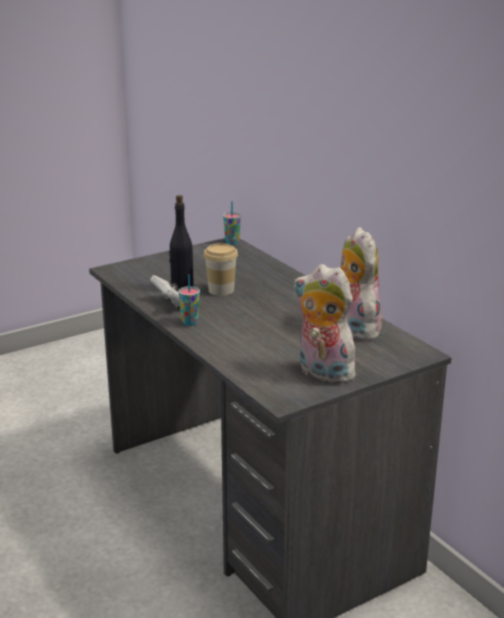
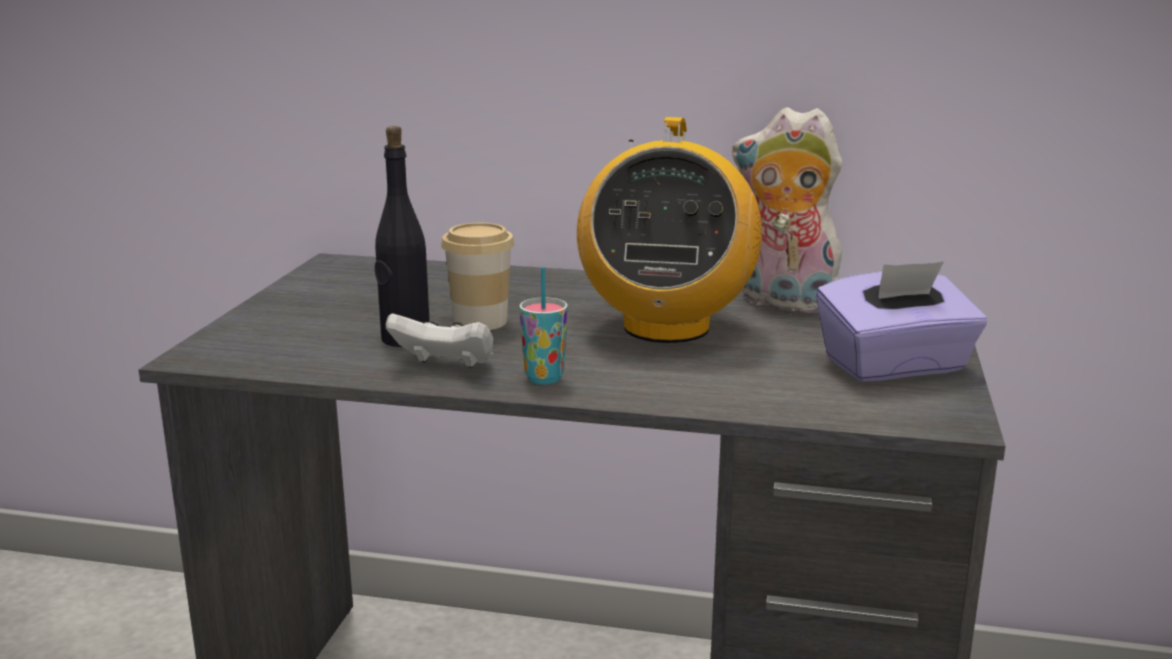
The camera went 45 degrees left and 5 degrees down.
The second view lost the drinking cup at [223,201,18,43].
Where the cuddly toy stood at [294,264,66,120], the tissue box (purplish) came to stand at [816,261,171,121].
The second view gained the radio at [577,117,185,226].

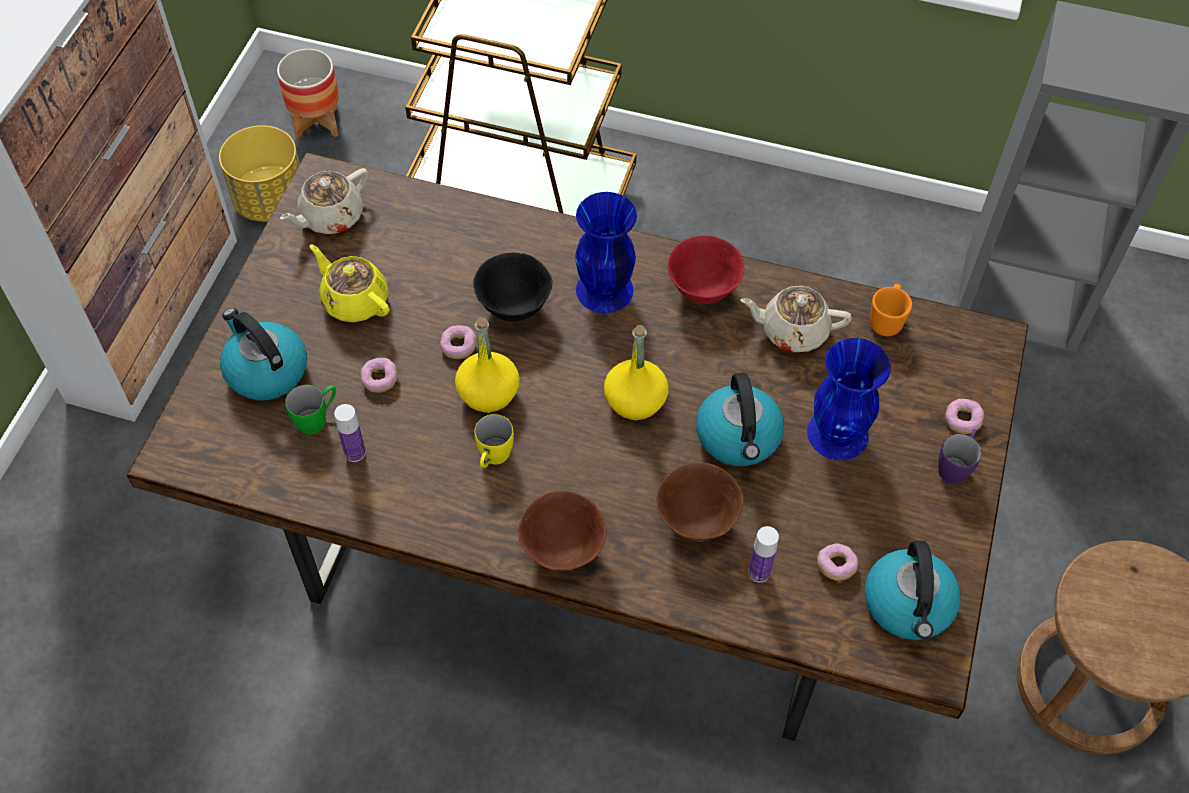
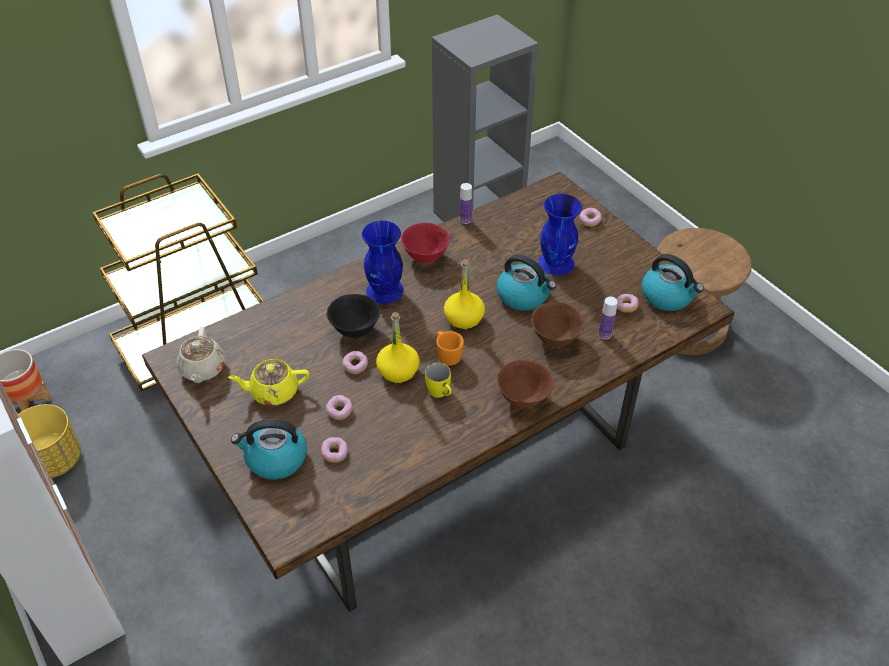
The camera went 50 degrees left and 10 degrees down.
The mug (orange) ended up elsewhere, having gone from [870,284,42,52] to [436,331,28,35].
The second view lost the tea pot (beige-coloured) at [741,286,111,66].
Where the mug (green) stood at [285,385,51,50], the donut came to stand at [321,437,27,26].
The beverage bottle ended up elsewhere, having gone from [334,404,32,58] to [460,183,12,41].
The second view lost the mug (purplish) at [938,429,43,55].

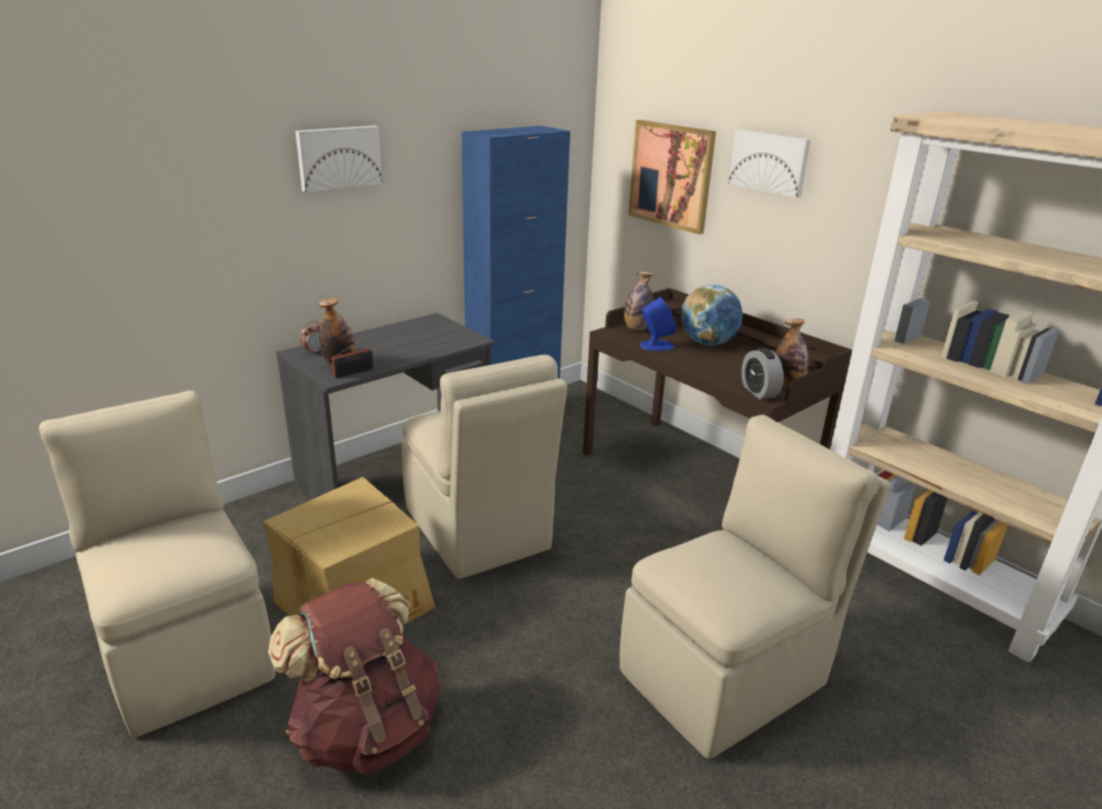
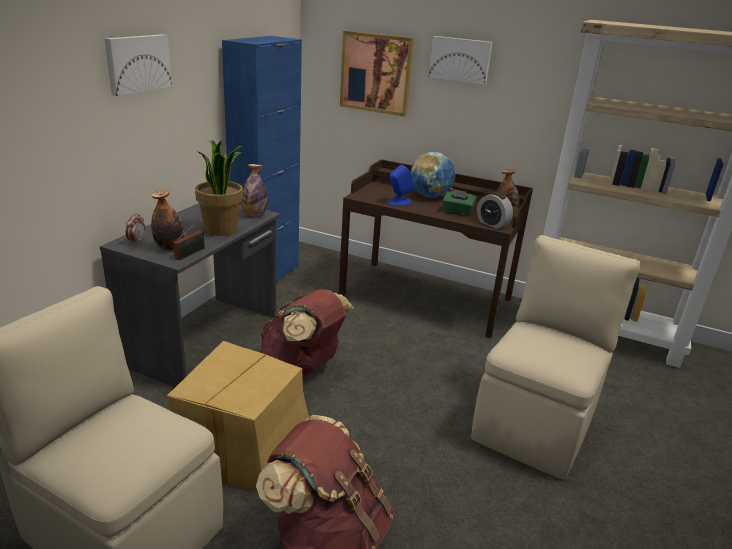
The camera went 25 degrees left and 0 degrees up.
The beverage bottle ended up elsewhere, having gone from [624,271,30,59] to [241,164,27,52].
Where the upright chair (beige-coloured) stood at [402,355,165,224], the knapsack (brownish) came to stand at [260,289,94,88].
The second view gained the potted plant at [195,140,49,96].
The second view gained the tissue box (green) at [443,189,33,27].

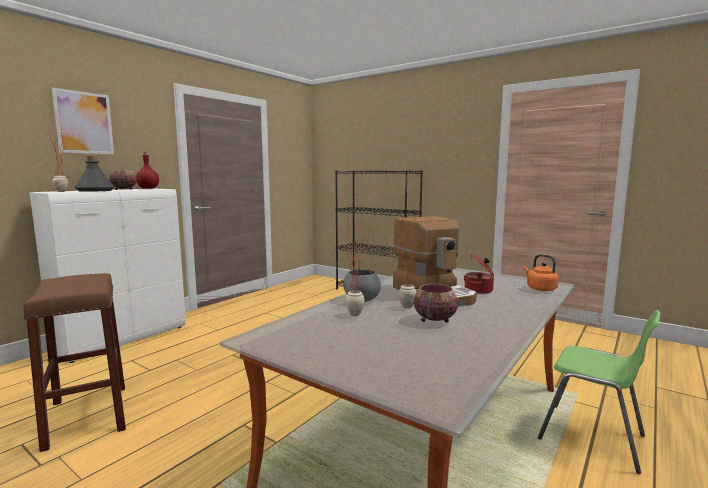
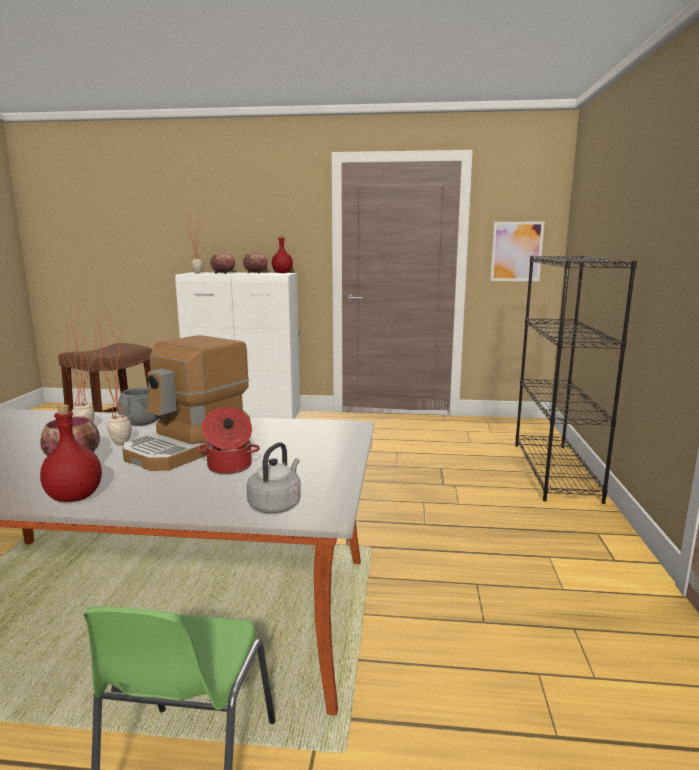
The camera went 60 degrees right and 5 degrees up.
The picture ended up elsewhere, having gone from [52,88,62,66] to [490,222,54,59].
Where the beverage bottle (gray) stood at [74,156,41,36], the bowl came to stand at [210,254,25,20].
What was the tea kettle (orange) at [523,254,36,37] turned into the tea kettle (gray) at [247,442,54,72].
The second view gained the beverage bottle (red-coloured) at [40,405,62,97].

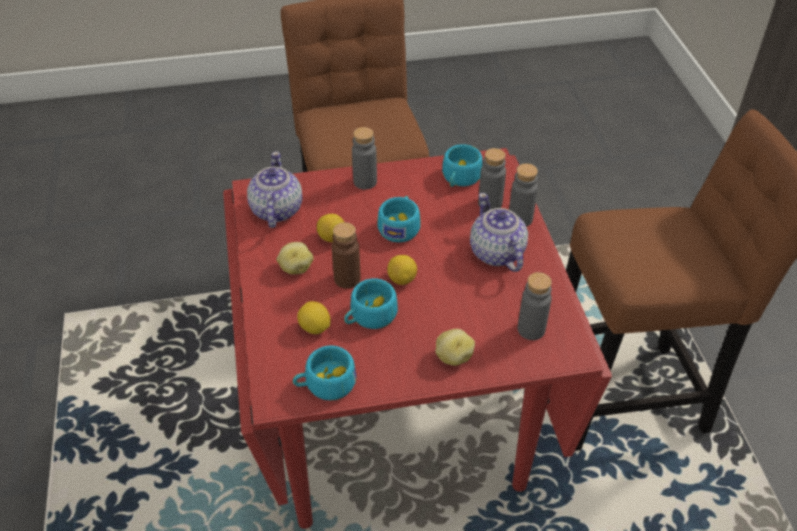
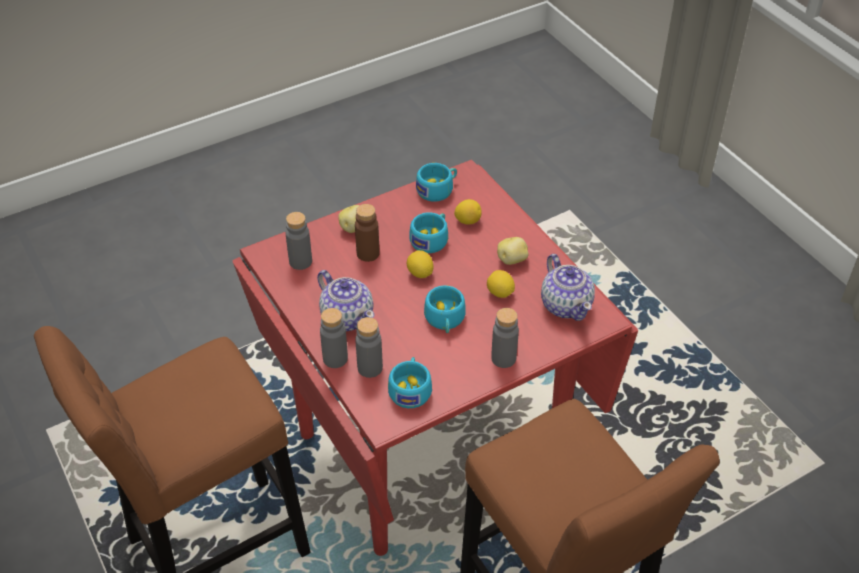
The camera went 160 degrees right and 0 degrees up.
The beverage bottle (brownish) ended up elsewhere, having gone from [332,222,29,67] to [355,204,24,58].

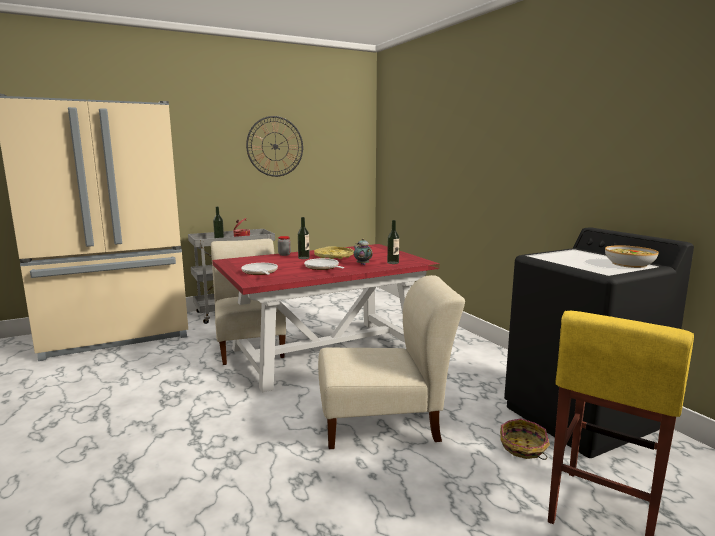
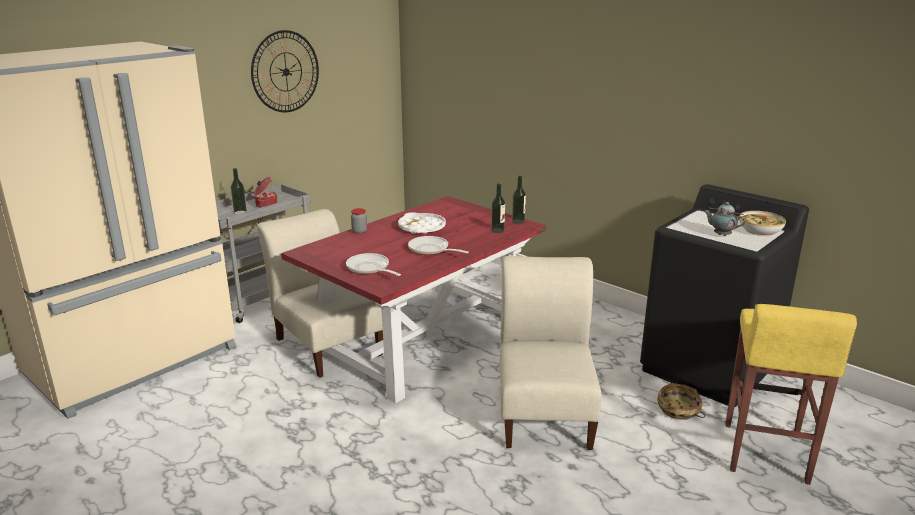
The camera went 20 degrees left and 10 degrees up.
The beverage bottle ended up elsewhere, having gone from [298,217,12,42] to [512,176,14,48].
The tea pot ended up elsewhere, having gone from [353,238,20,27] to [703,202,43,34].
What was the carrying tray (yellow-coloured) at [314,246,40,13] turned into the carrying tray (whitish) at [398,212,48,22].
The upright chair (beige-coloured) at [318,275,147,174] ended up facing another way, 60 degrees counterclockwise from before.

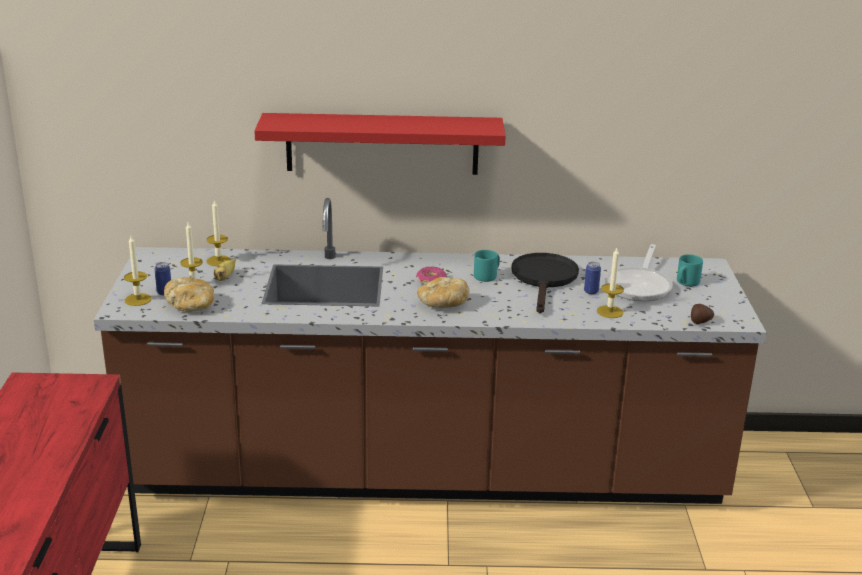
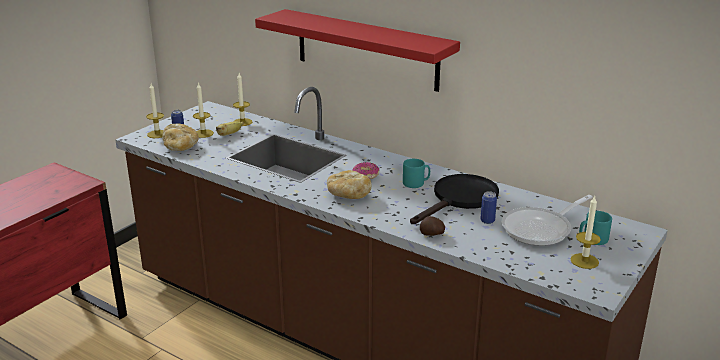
The camera went 35 degrees right and 0 degrees up.
The wax candle ended up elsewhere, having gone from [597,248,27,70] to [571,196,30,73].
The whole potato ended up elsewhere, having gone from [691,304,23,20] to [420,216,25,20].

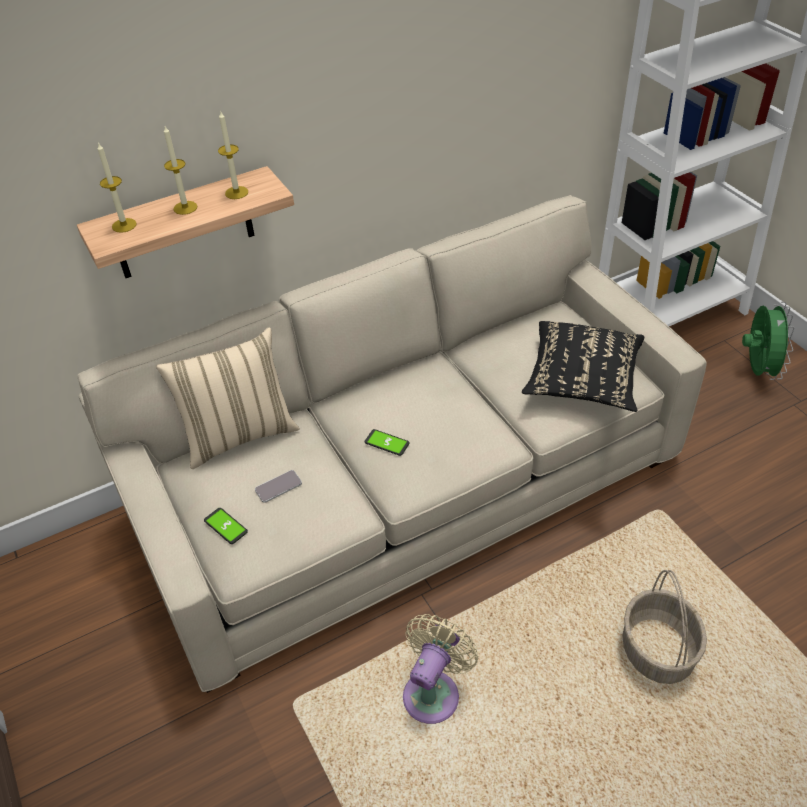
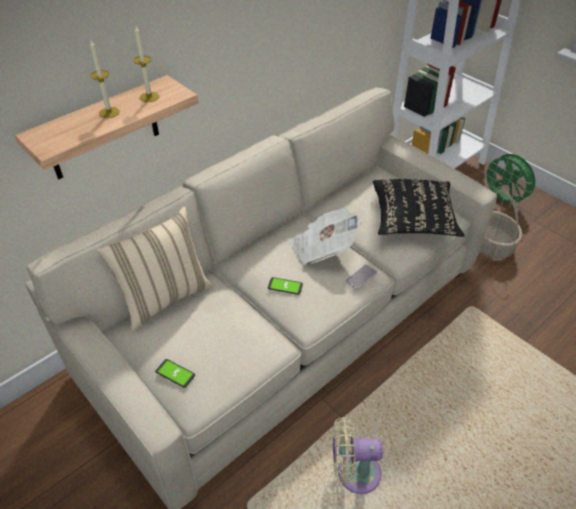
The camera went 15 degrees left and 0 degrees up.
The second view lost the wax candle at [97,142,40,91].
The electric fan (green) at [742,302,52,78] ended up facing another way, 150 degrees clockwise from before.
The telephone ended up elsewhere, having gone from [255,470,47,33] to [346,264,31,25].
The household basket ended up elsewhere, having gone from [623,570,84,114] to [479,190,43,69].
The electric fan (beige-coloured) at [403,614,75,110] ended up facing another way, 105 degrees counterclockwise from before.
The second view gained the printed paper at [289,208,72,57].

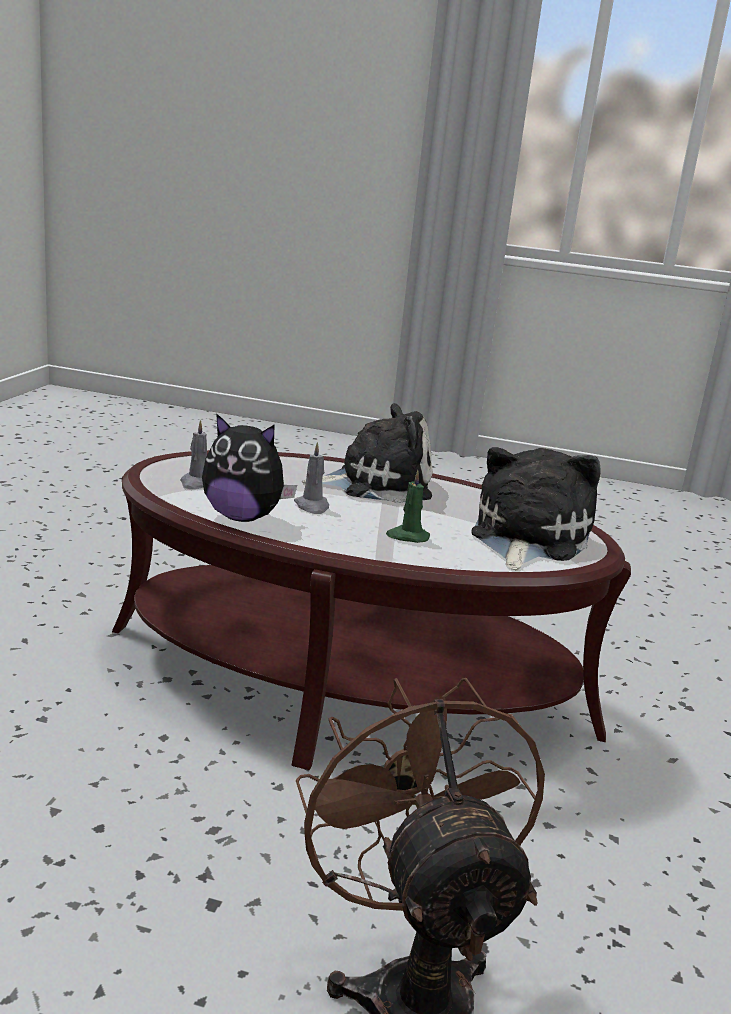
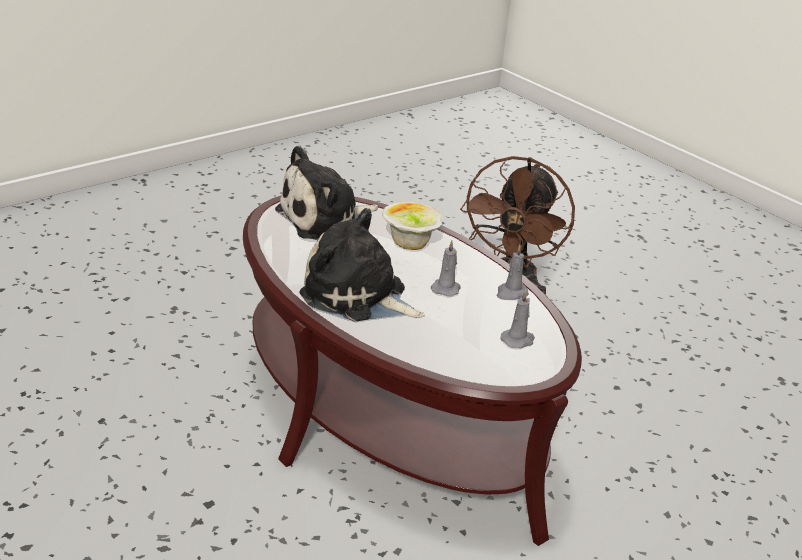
The camera went 145 degrees left and 10 degrees up.
Where the cuddly toy stood at [202,413,95,109], the wax candle (gray) came to stand at [497,245,32,55].
Where the wax candle (green) stood at [386,470,44,73], the bowl came to stand at [382,202,60,48].

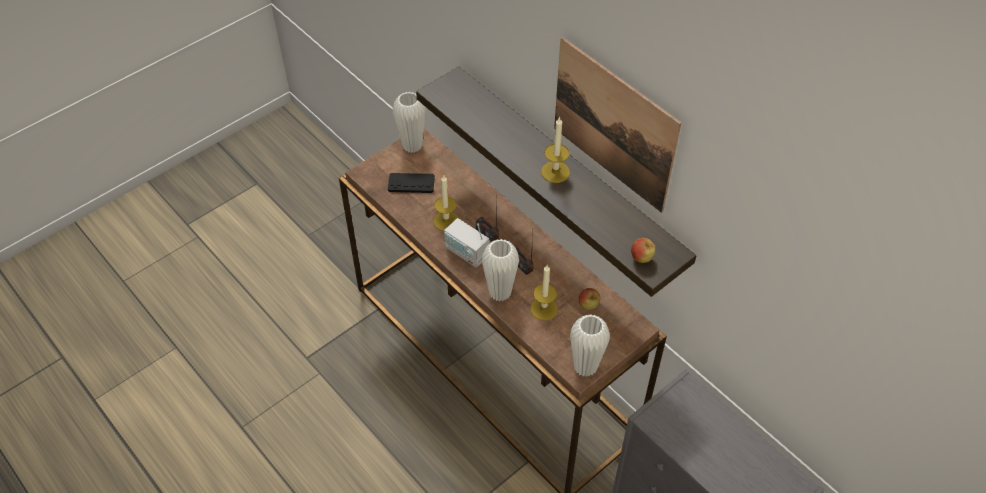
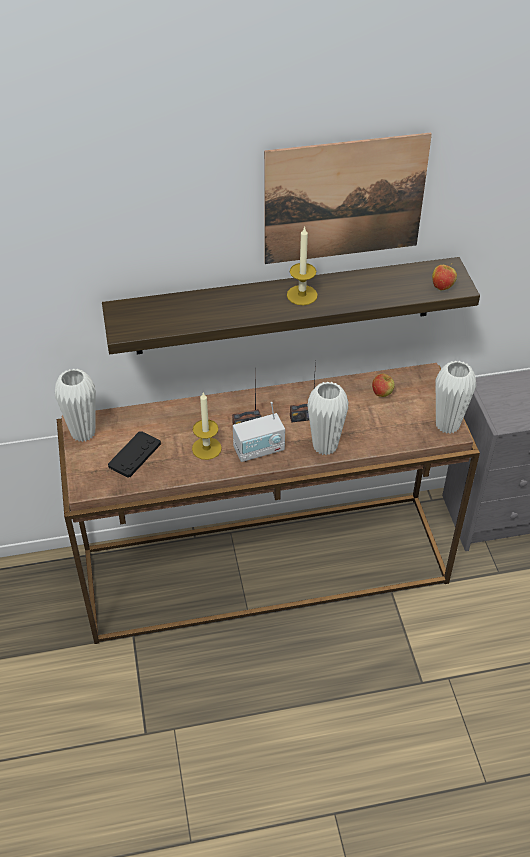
The camera went 60 degrees left and 5 degrees down.
The second view lost the wax candle at [530,265,28,55].

